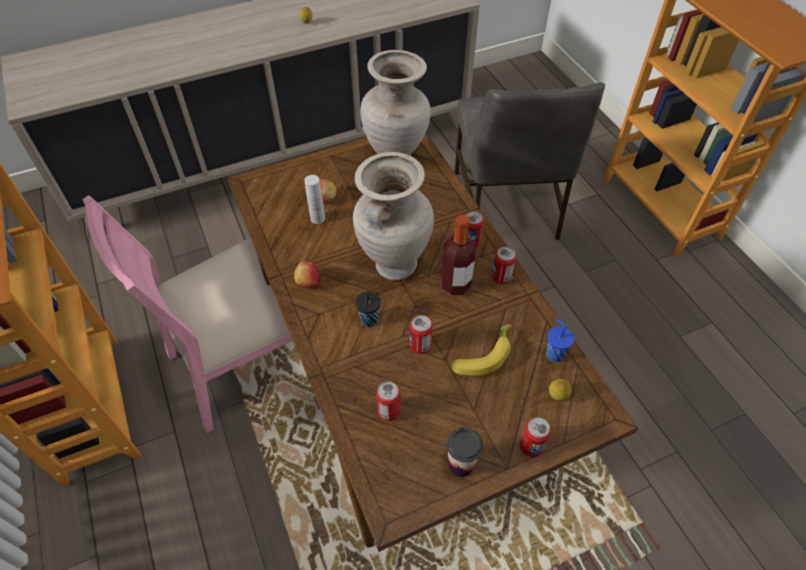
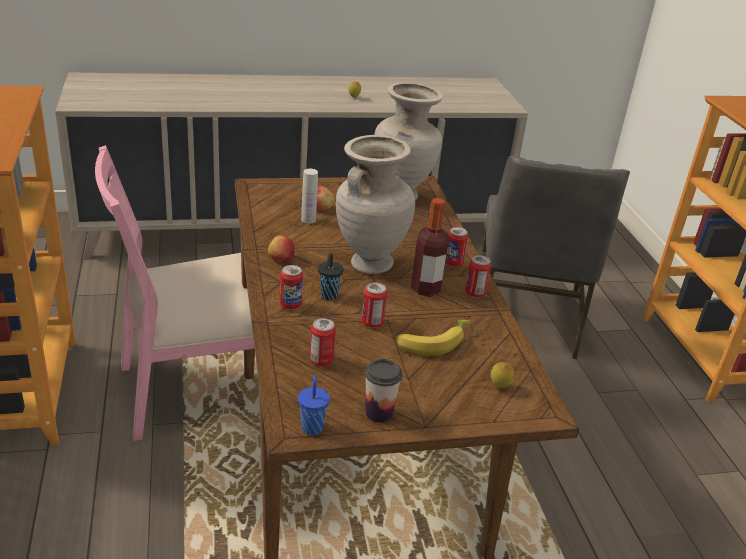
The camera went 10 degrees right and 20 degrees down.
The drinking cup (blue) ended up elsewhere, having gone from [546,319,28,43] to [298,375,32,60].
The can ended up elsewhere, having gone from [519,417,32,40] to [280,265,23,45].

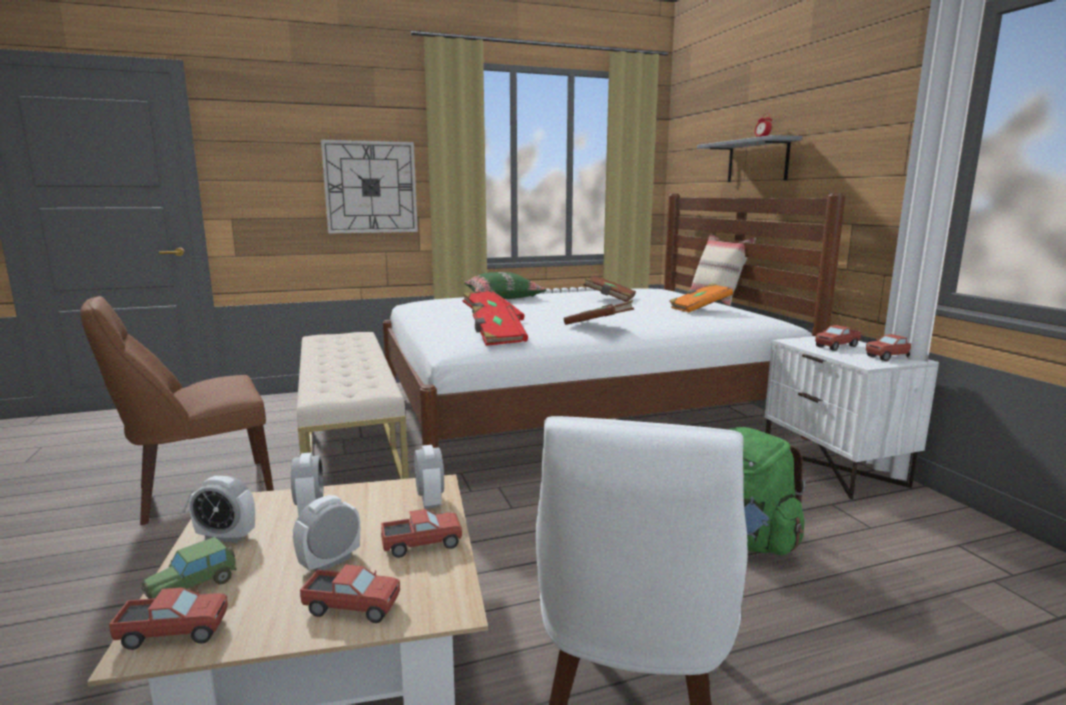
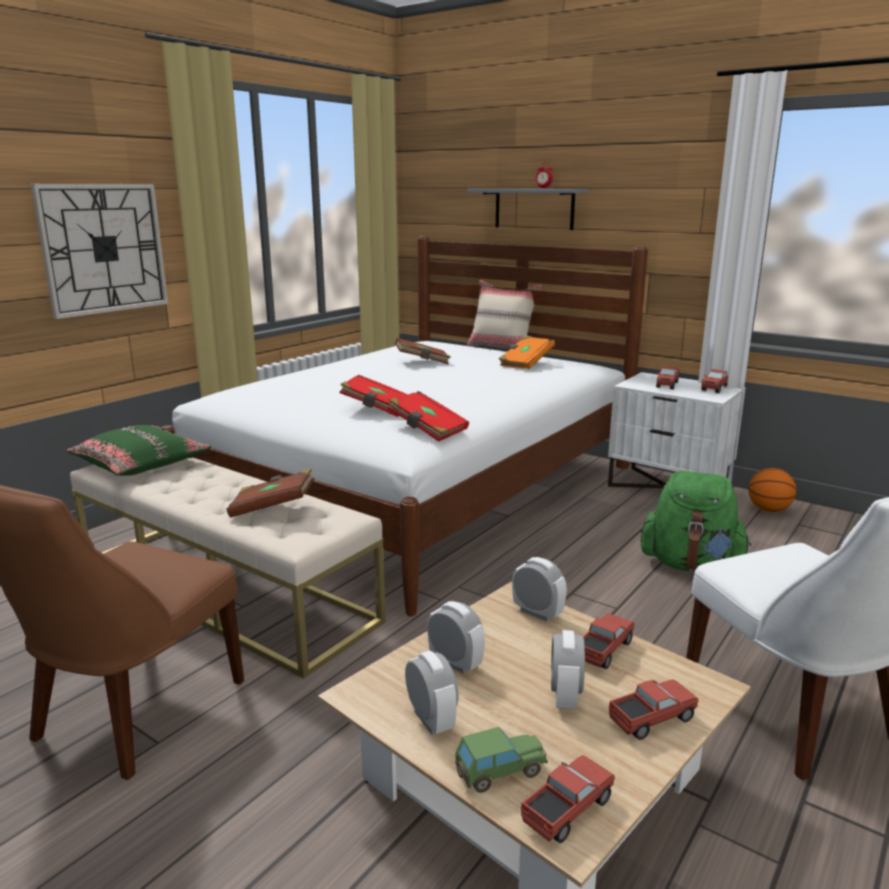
The camera went 35 degrees left and 5 degrees up.
The throw pillow (green) ended up elsewhere, having gone from [464,272,82,27] to [66,425,146,51].
The book (brownish) ended up elsewhere, having gone from [564,300,70,25] to [227,469,88,48].
The bedside clock at [189,476,66,67] ended up facing another way, 90 degrees counterclockwise from before.
The model car at [141,537,96,62] ended up facing another way, 120 degrees counterclockwise from before.
The second view gained the ball for basketball at [748,468,48,44].

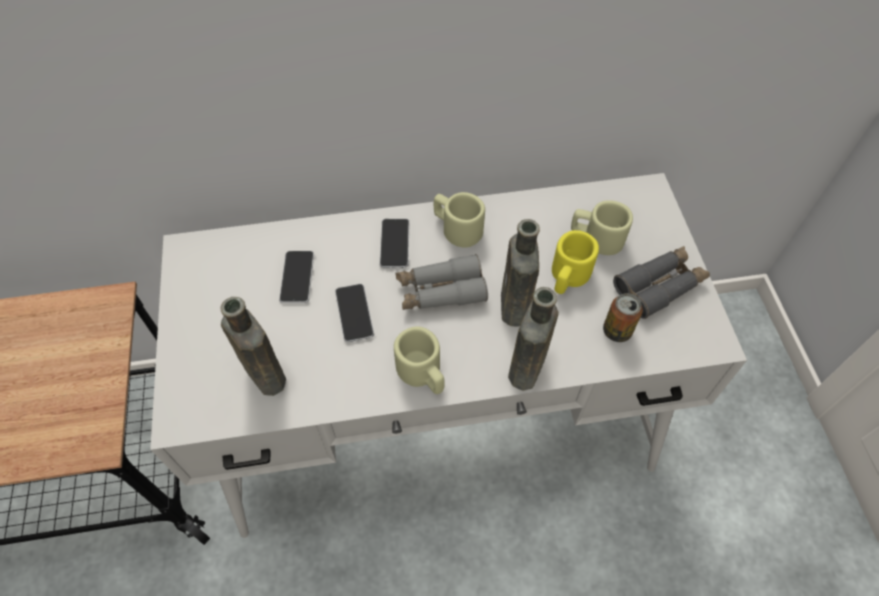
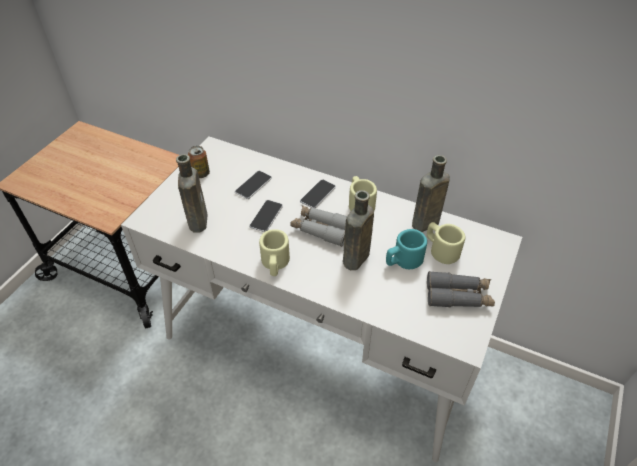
The camera went 35 degrees right and 10 degrees down.
What was the mug (yellow-coloured) at [552,230,47,64] turned into the mug (turquoise-coloured) at [386,229,41,40].
The beverage bottle (brownish) ended up elsewhere, having gone from [508,287,51,104] to [412,155,38,77].
The can ended up elsewhere, having gone from [603,293,40,49] to [188,146,22,32].

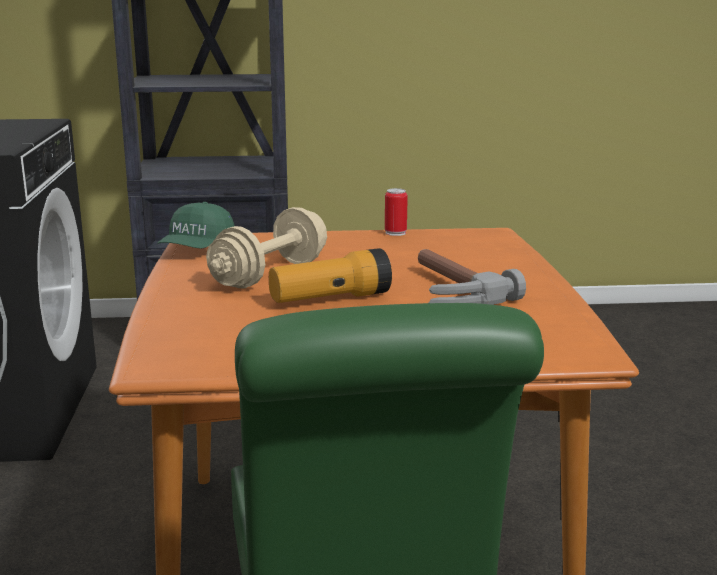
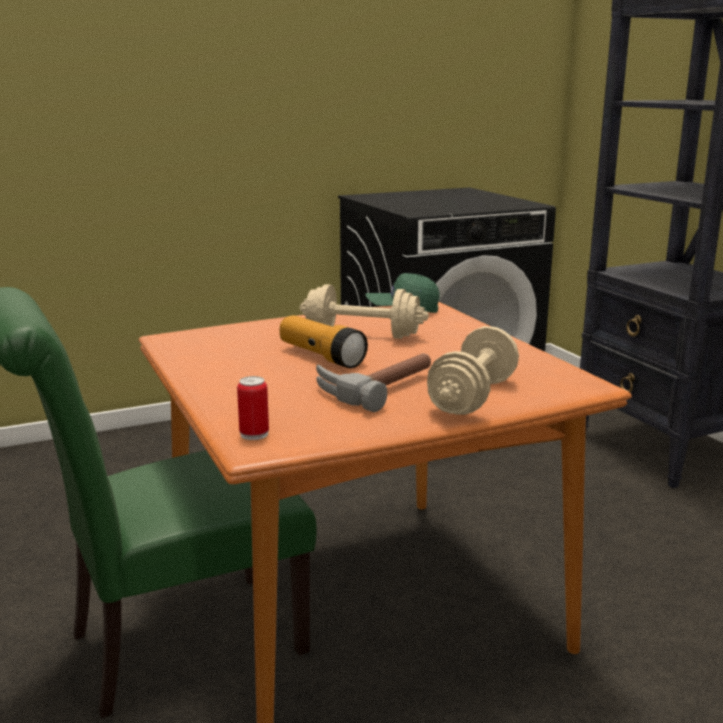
The camera went 70 degrees right and 0 degrees up.
The can ended up elsewhere, having gone from [385,188,23,48] to [237,376,32,64].
The second view gained the free weight (beige-coloured) at [427,326,92,89].

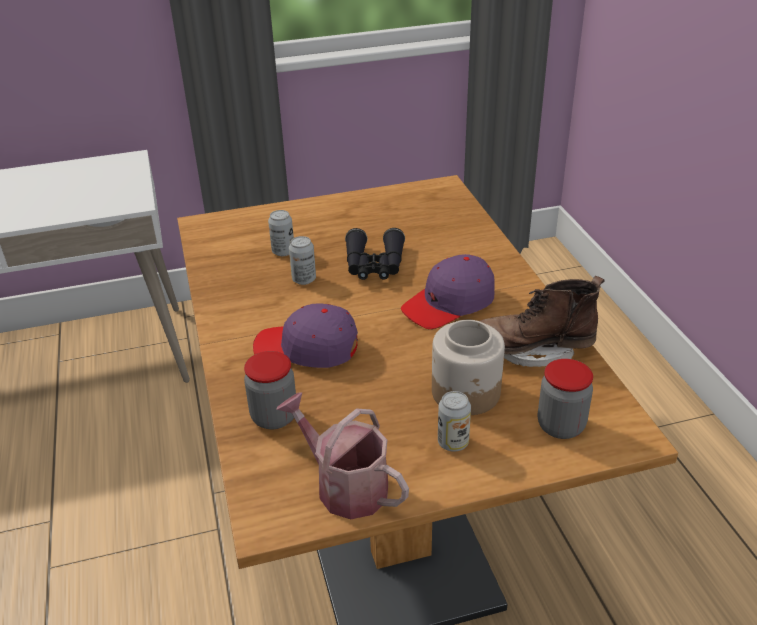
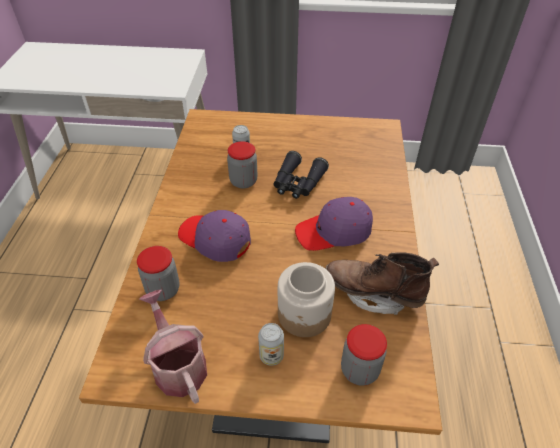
The camera went 20 degrees right and 10 degrees up.
Where the can stood at [289,236,27,49], the storage jar came to stand at [227,141,31,48].

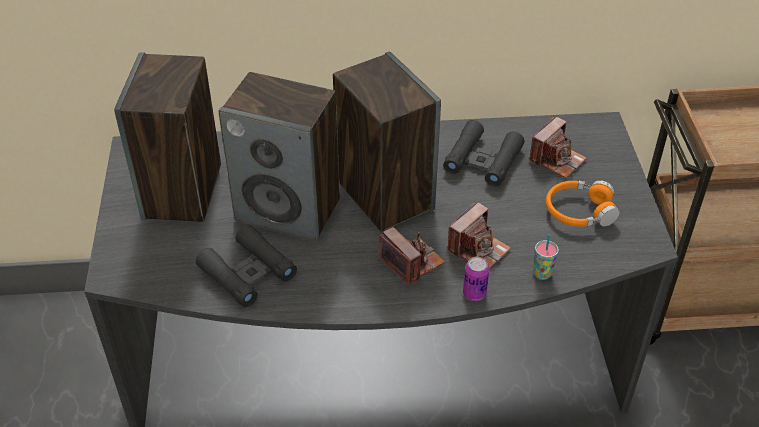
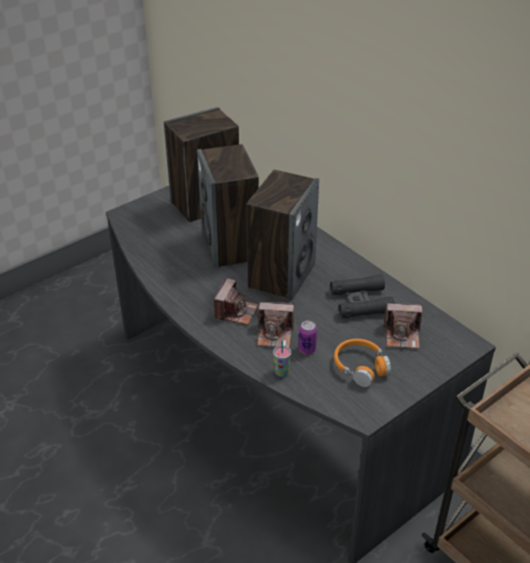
The camera went 55 degrees right and 5 degrees down.
The second view lost the pair of binoculars (blackish) at [196,224,101,83].
The can ended up elsewhere, having gone from [463,257,26,44] to [298,320,19,35].

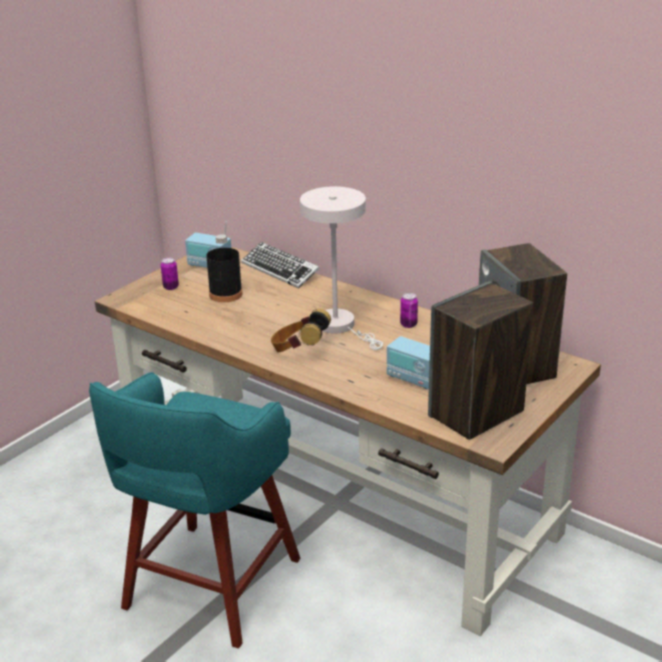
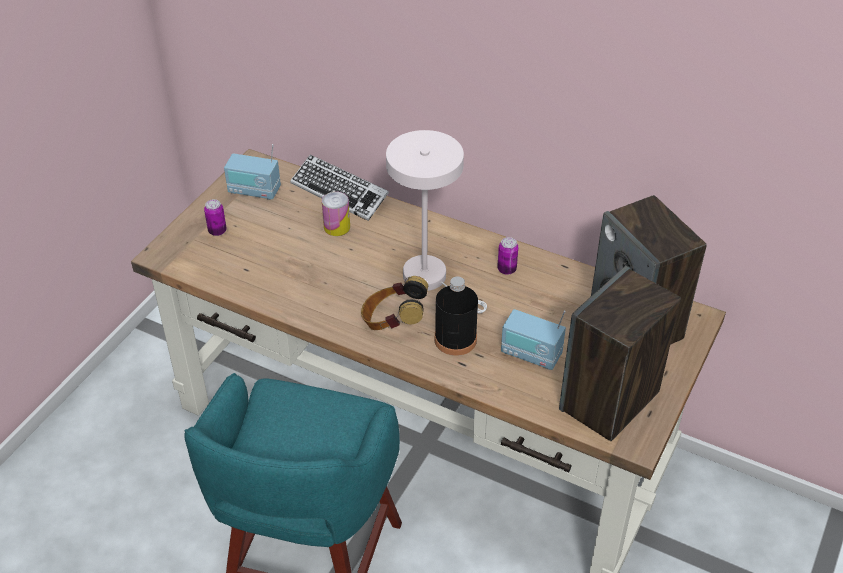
The camera went 10 degrees left and 15 degrees up.
The beverage bottle (blackish) ended up elsewhere, having gone from [206,234,37,68] to [434,277,44,79].
The second view gained the can at [322,192,28,44].

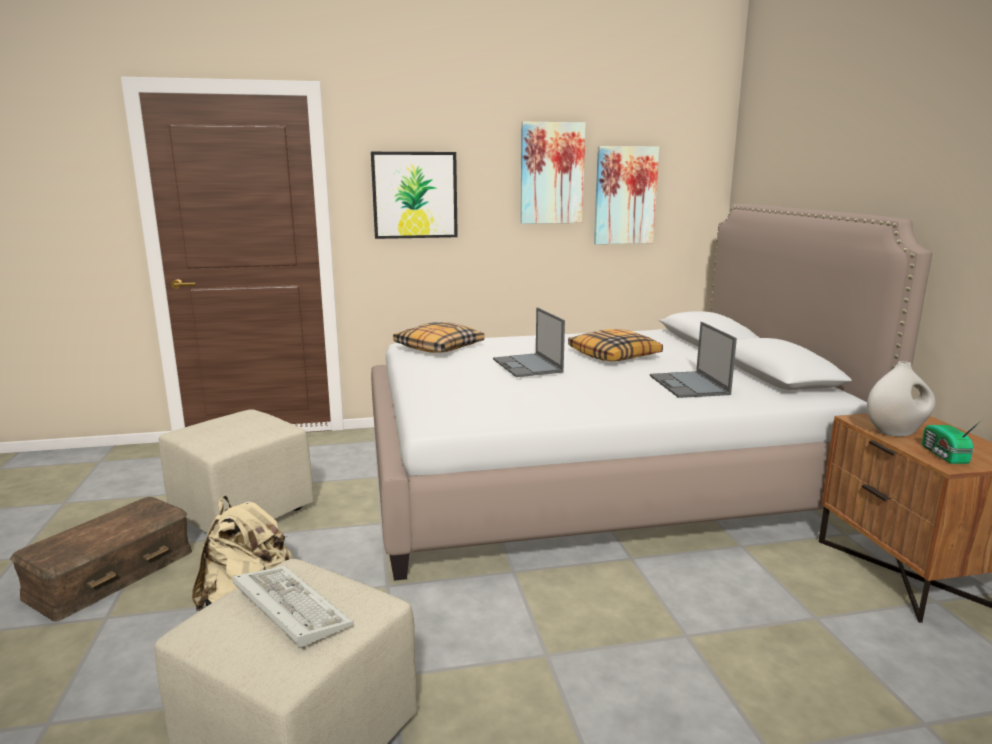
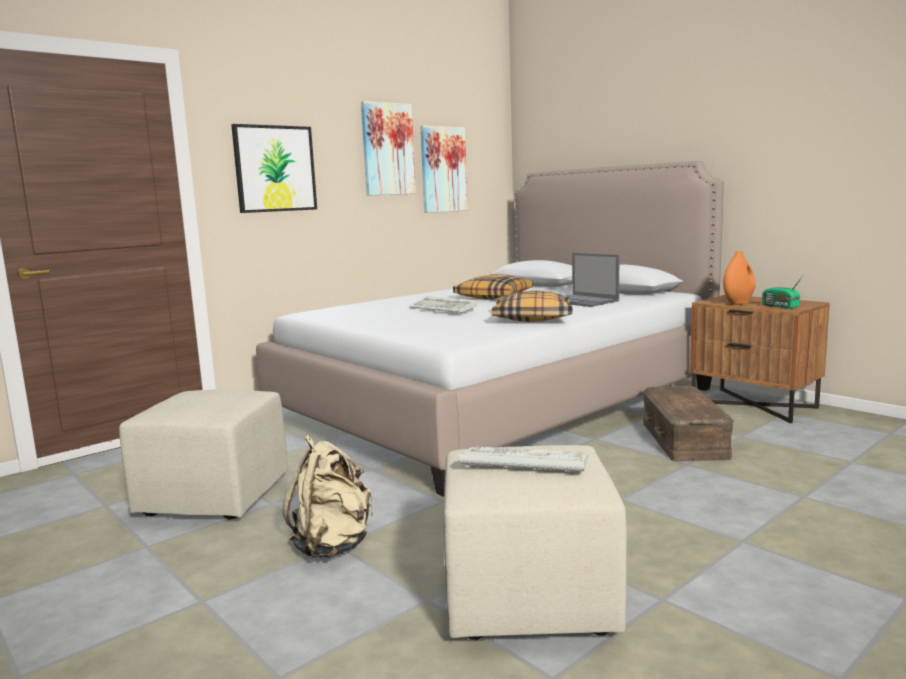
The camera went 30 degrees left and 5 degrees down.
Where the laptop stood at [493,307,72,70], the computer keyboard came to stand at [409,296,69,17].
The throw pillow ended up elsewhere, having gone from [393,322,91,31] to [492,291,81,31].
What was the flower vase (whitish) at [867,361,68,76] turned into the flower vase (orange) at [723,251,33,54].
The storage bin (brownish) ended up elsewhere, having gone from [10,497,182,125] to [643,386,91,76].

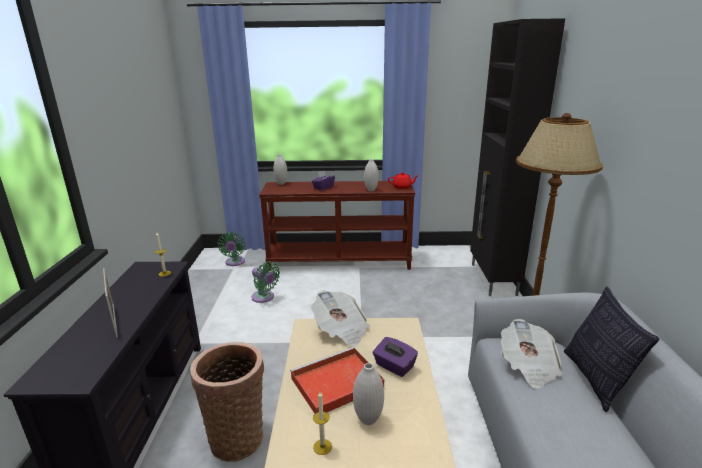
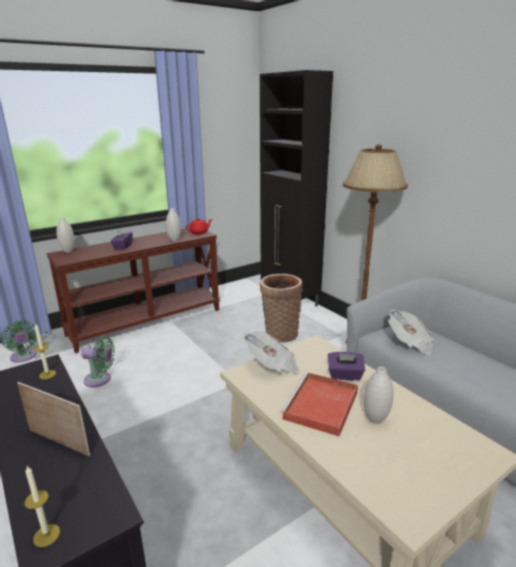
The camera went 35 degrees left and 0 degrees up.
The second view lost the throw pillow at [564,287,95,125].
The household basket ended up elsewhere, having gone from [190,342,74,120] to [260,274,43,69].
The wax candle ended up elsewhere, having gone from [313,392,19,63] to [24,466,36,81].

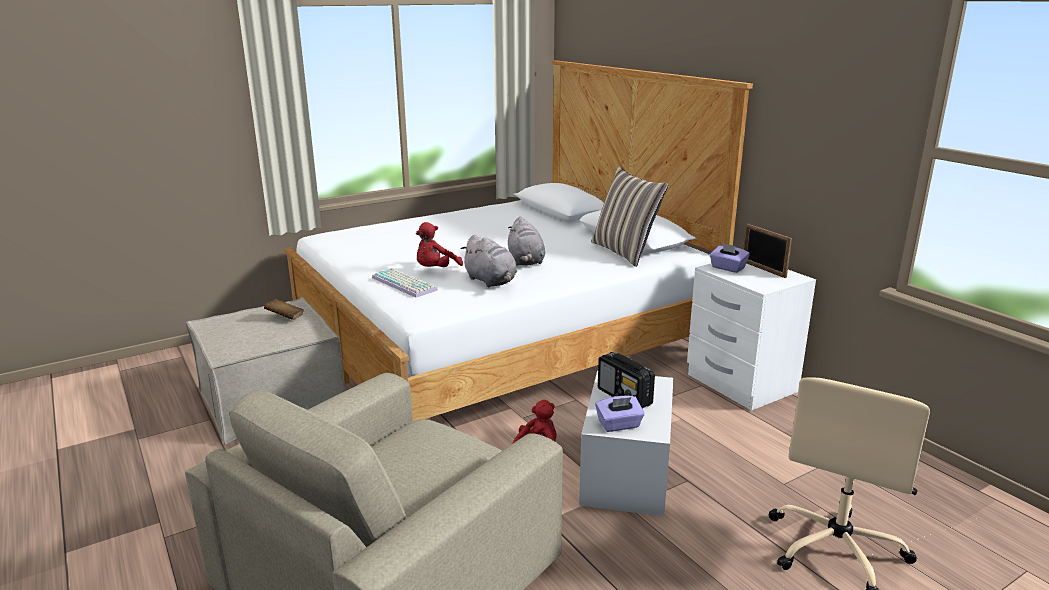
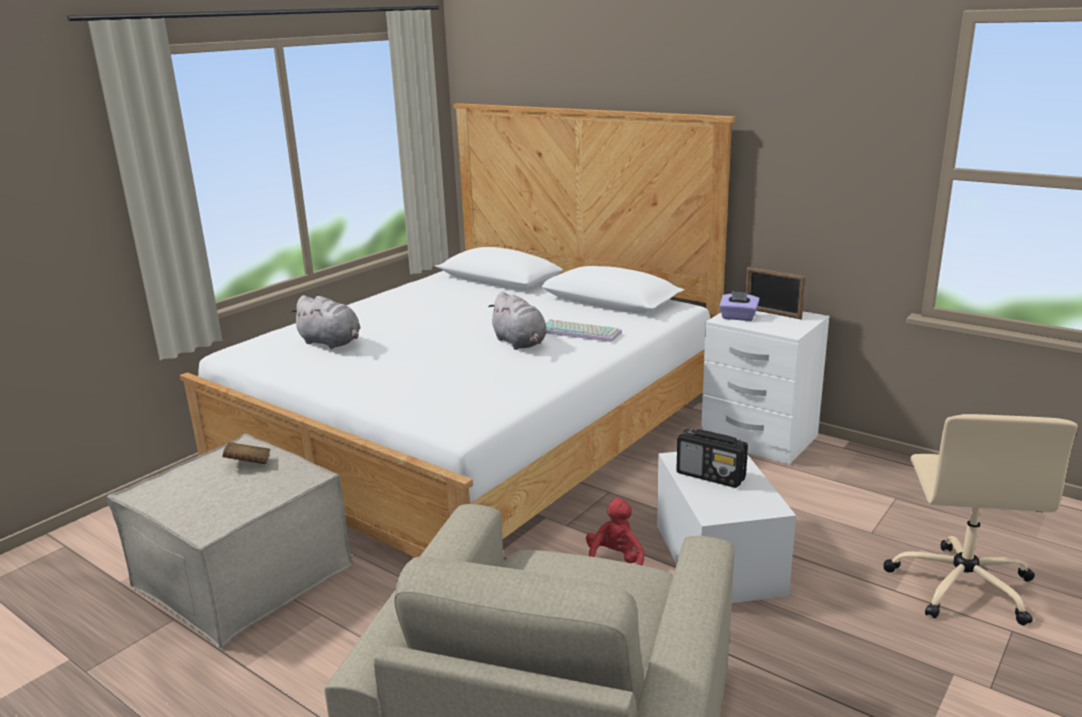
The camera went 20 degrees left and 0 degrees up.
The second view lost the throw pillow at [591,166,78,101].
The second view lost the cuddly toy (red-coloured) at [416,222,47,45].
The cuddly toy (gray) ended up elsewhere, having gone from [461,235,56,52] to [290,295,71,54].
The computer keyboard ended up elsewhere, having gone from [372,268,66,30] to [545,319,77,23].
The second view lost the tissue box (purplish) at [595,396,50,36].

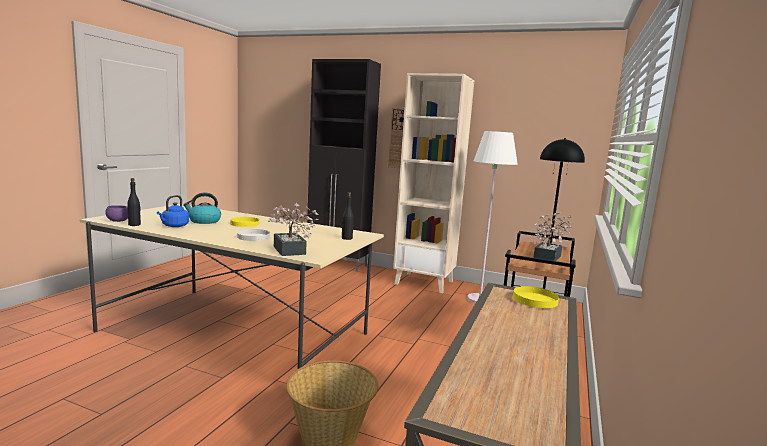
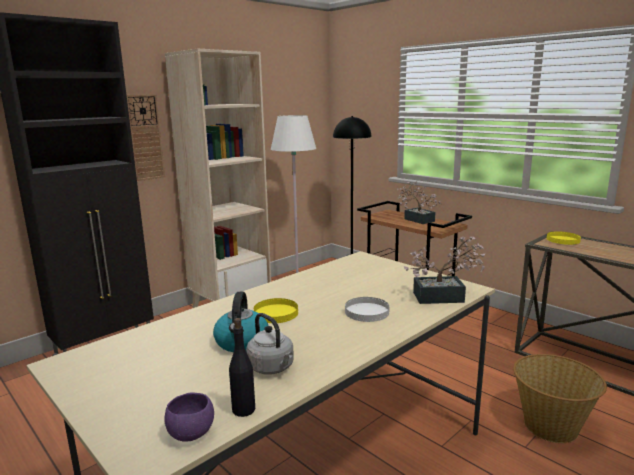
The camera went 65 degrees left and 5 degrees up.
The second view lost the beverage bottle (blackish) at [342,192,12,48].
What was the tea kettle (blue) at [157,195,32,32] turned into the tea kettle (gray) at [246,313,48,62].

